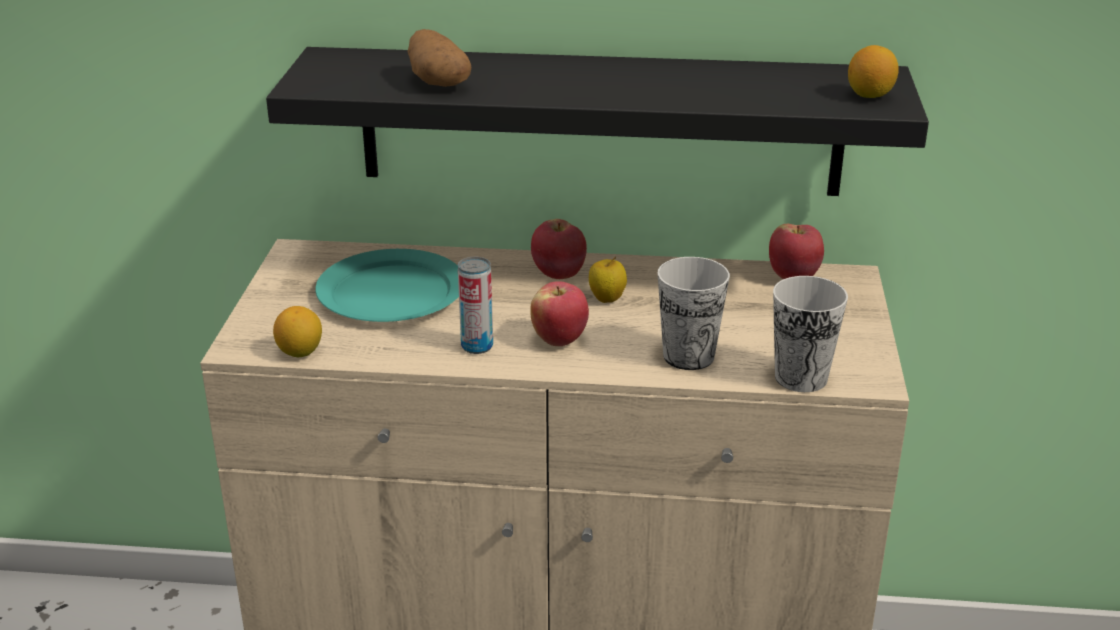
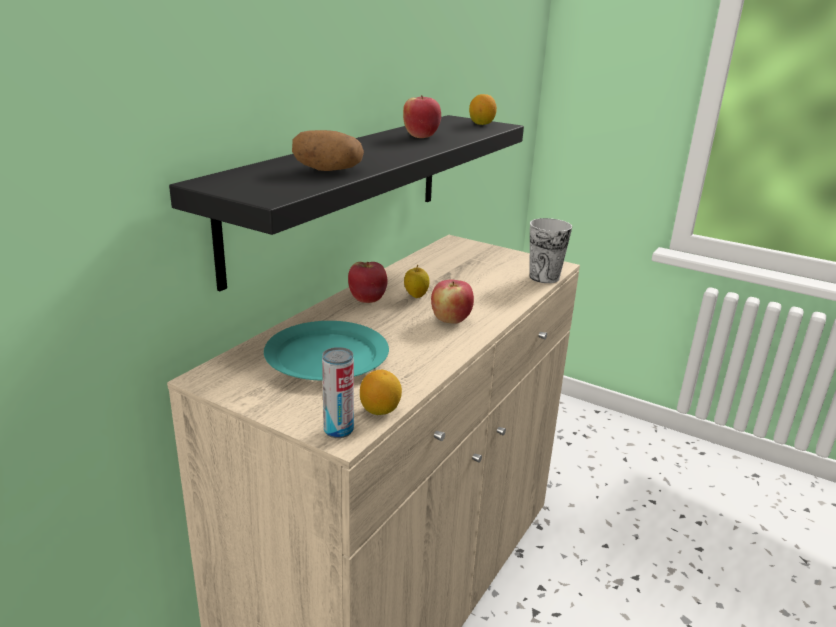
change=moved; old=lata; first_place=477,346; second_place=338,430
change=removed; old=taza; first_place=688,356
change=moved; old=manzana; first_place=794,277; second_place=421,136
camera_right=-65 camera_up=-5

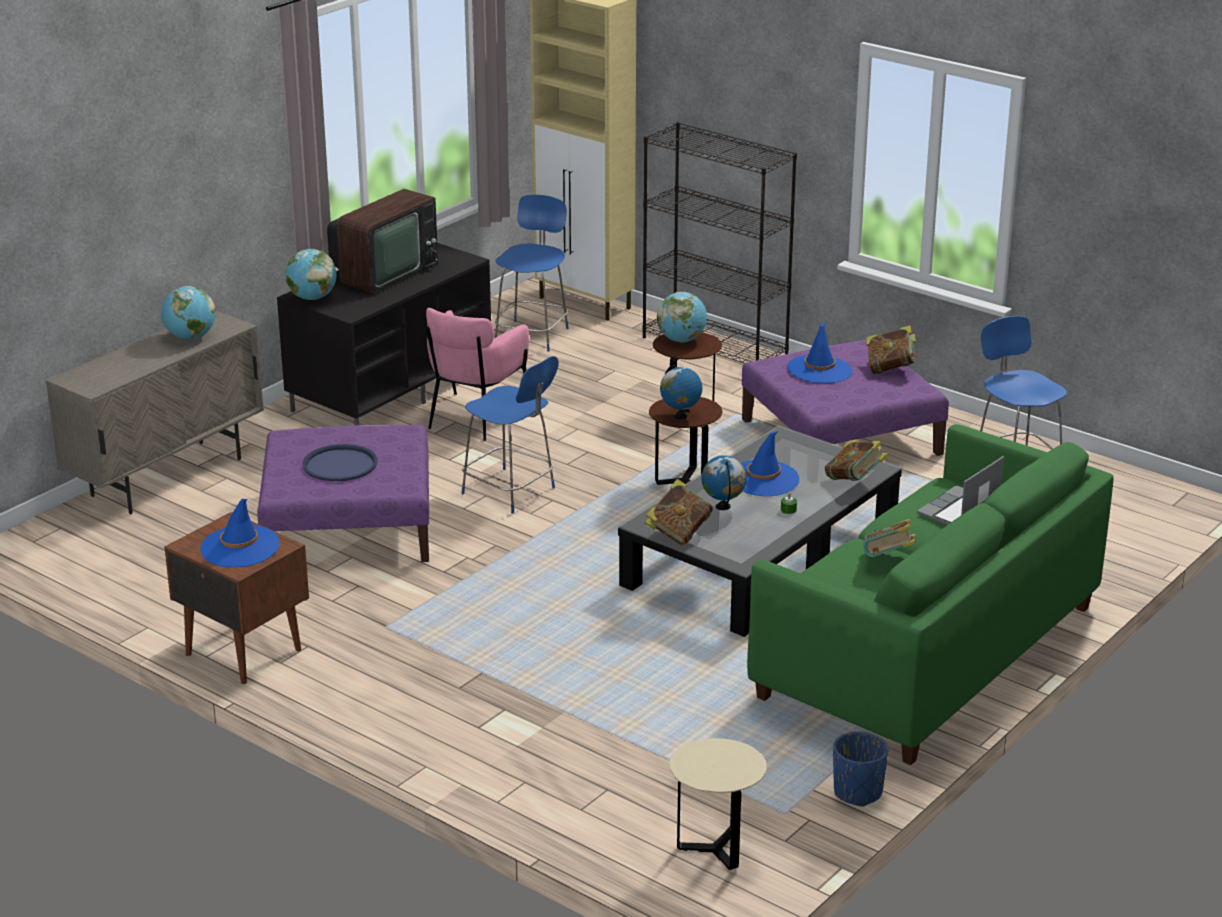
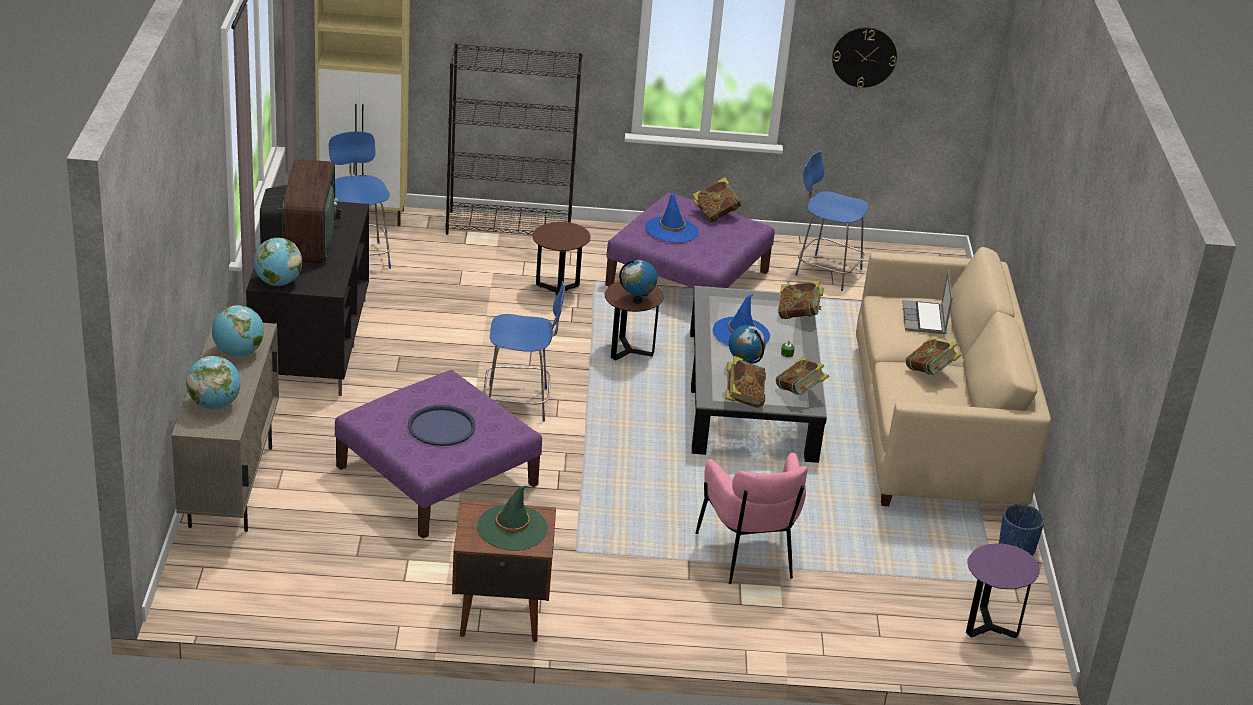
change=recoloured; old=sombrero/azul; new=sombrero/verde; first_place=240,547; second_place=512,528
change=moved; old=sillón/rosa; first_place=475,418; second_place=749,555
change=moved; old=globo terráqueo; first_place=681,340; second_place=214,404
change=recoloured; old=mesa auxiliar/beis; new=mesa auxiliar/morado; first_place=715,849; second_place=989,627
change=recoloured; old=sofá/verde; new=sofá/beis; first_place=928,652; second_place=935,430
change=added; new=libro; second_place=800,393
change=added; new=reloj de pared; second_place=864,57
camera_right=-40 camera_up=5

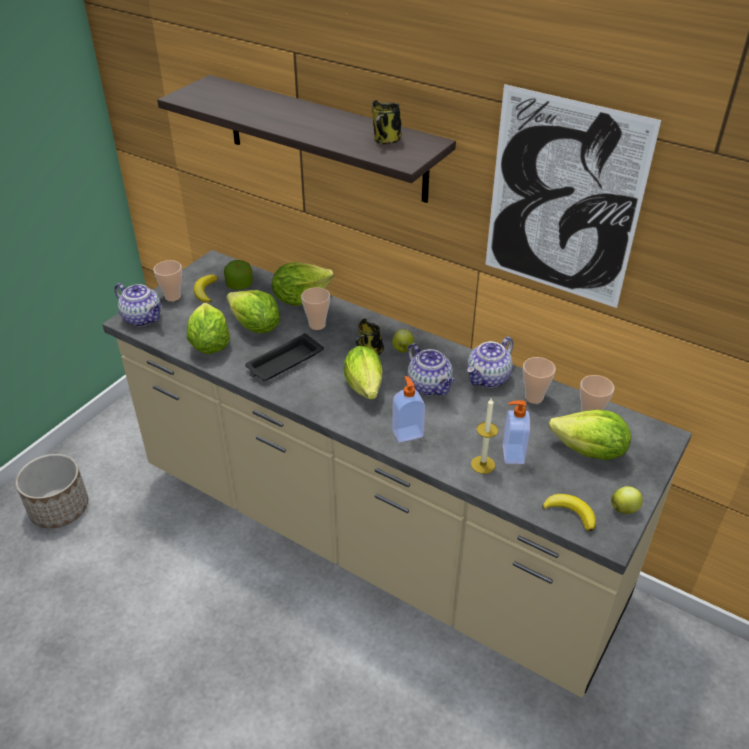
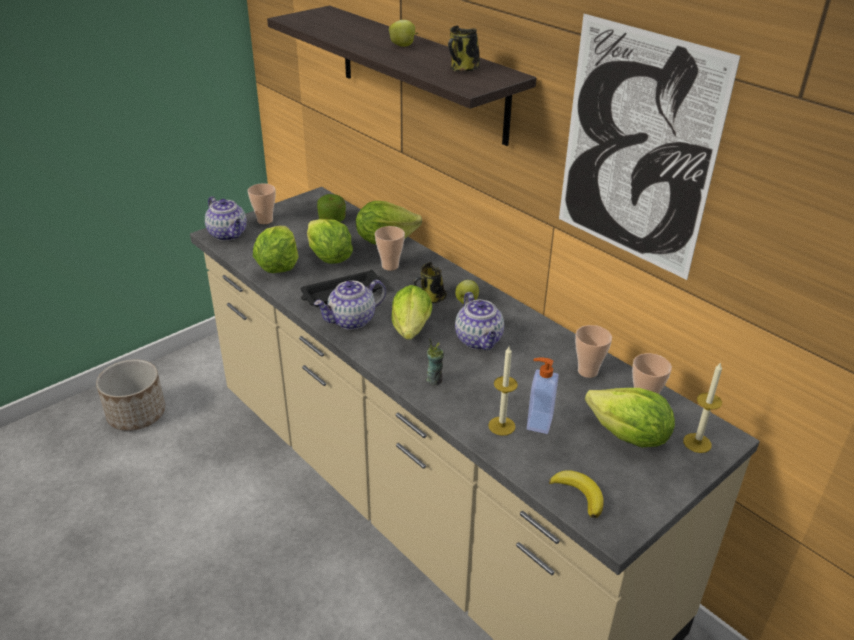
change=removed; old=plátano; first_place=205,291
change=replaced; old=dispensador de jabón; new=taza; first_place=407,433; second_place=434,380
change=moved; old=tetera; first_place=488,378; second_place=351,321
change=moved; old=manzana; first_place=624,509; second_place=403,46
change=added; new=vela; second_place=697,443
camera_right=15 camera_up=-5

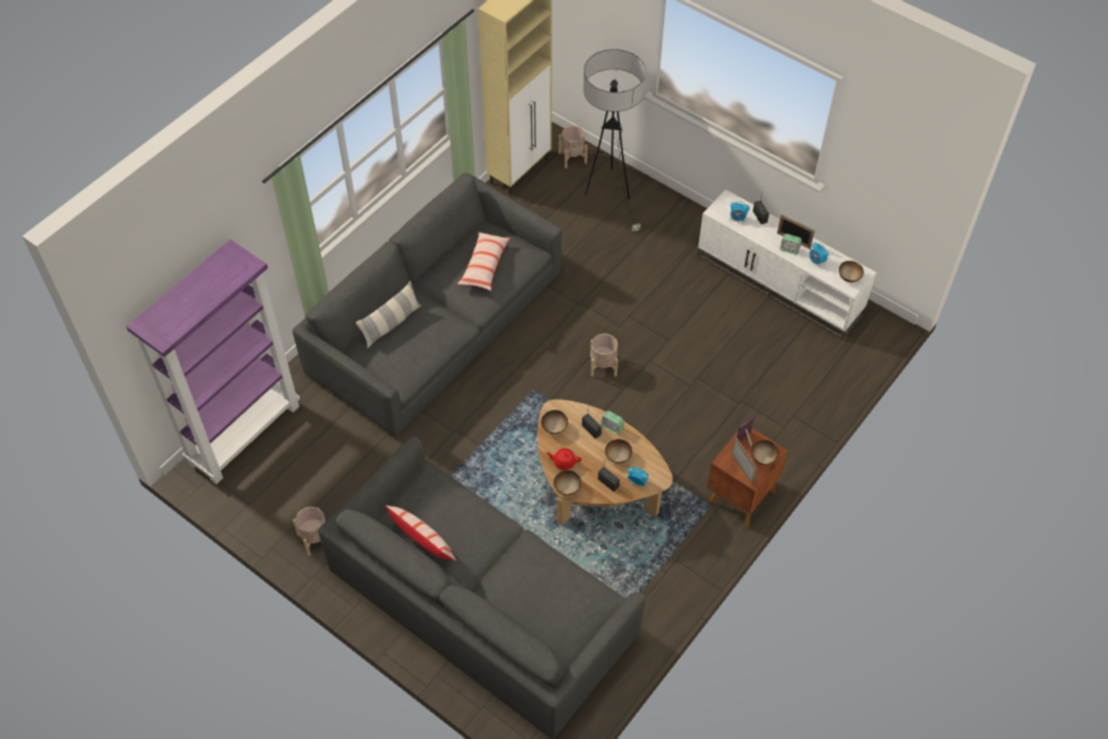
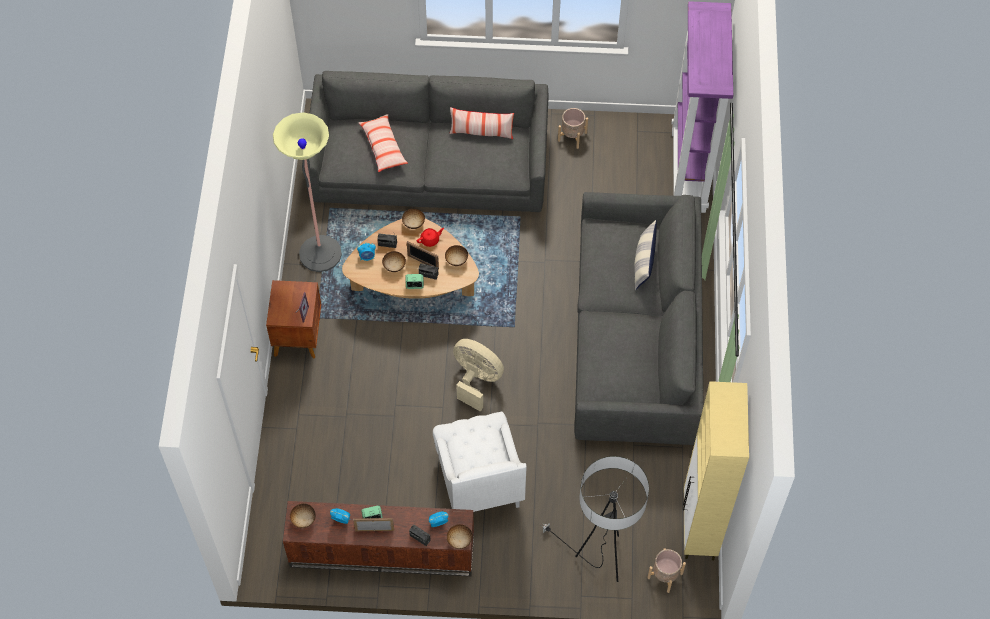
change=moved; old=cojín; first_place=484,266; second_place=383,147
change=replaced; old=maceta/beis; new=ventilador/beis; first_place=603,365; second_place=476,380
change=recoloured; old=mueble de televisión/blanco; new=mueble de televisión/marrón; first_place=780,284; second_place=381,552
change=moved; old=portarretratos; first_place=742,468; second_place=423,262
change=moved; old=cuenco; first_place=763,458; second_place=459,540
change=added; new=lámpara de pie; second_place=320,254
change=added; new=sillón/blanco; second_place=478,478
camera_right=145 camera_up=5

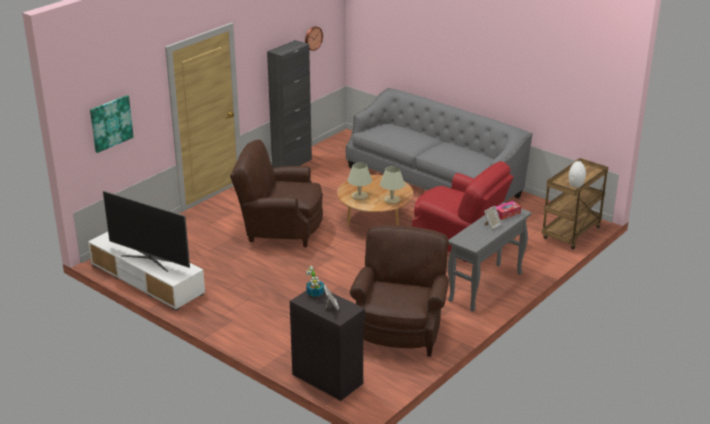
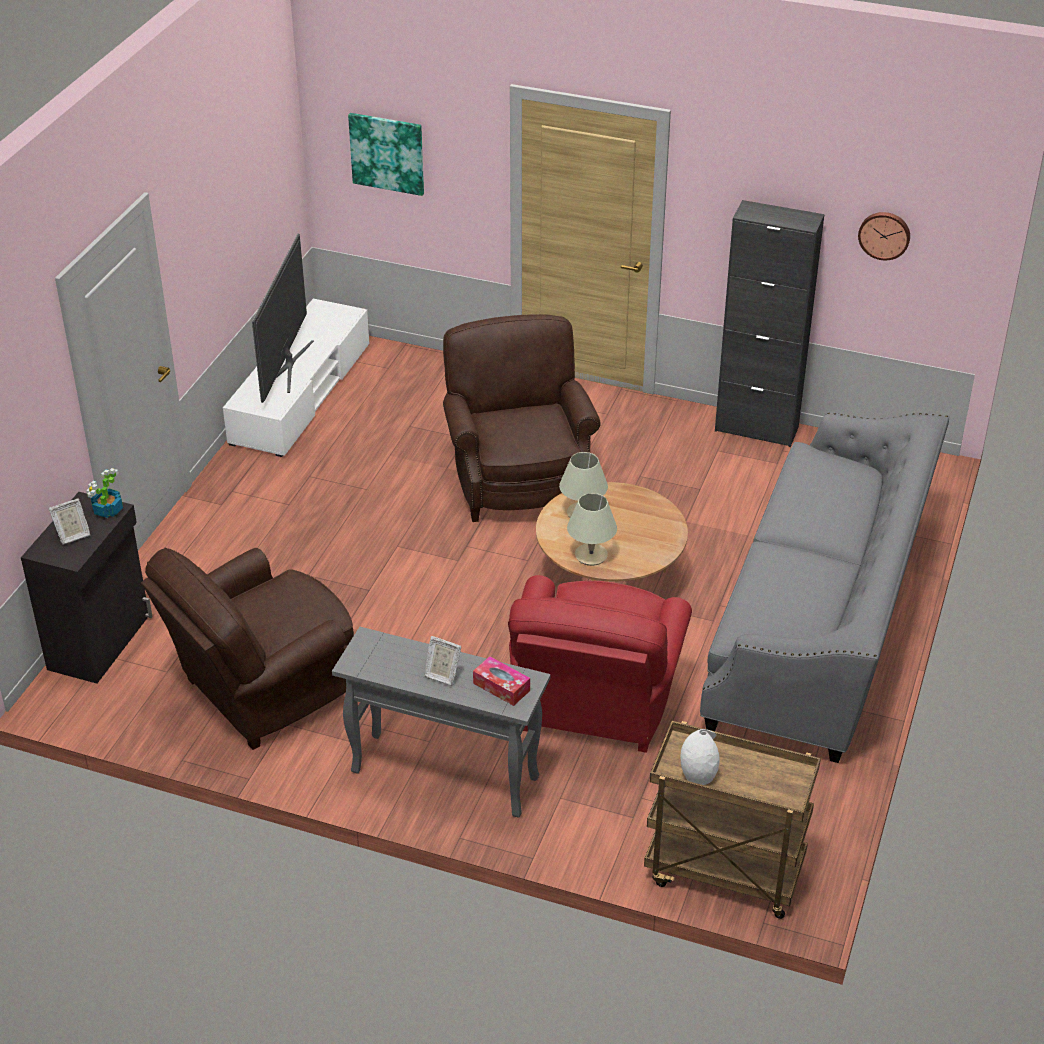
change=turned; old=sillón/marrón; first_place=400,329; second_place=264,691; degrees=150
camera_right=70 camera_up=10

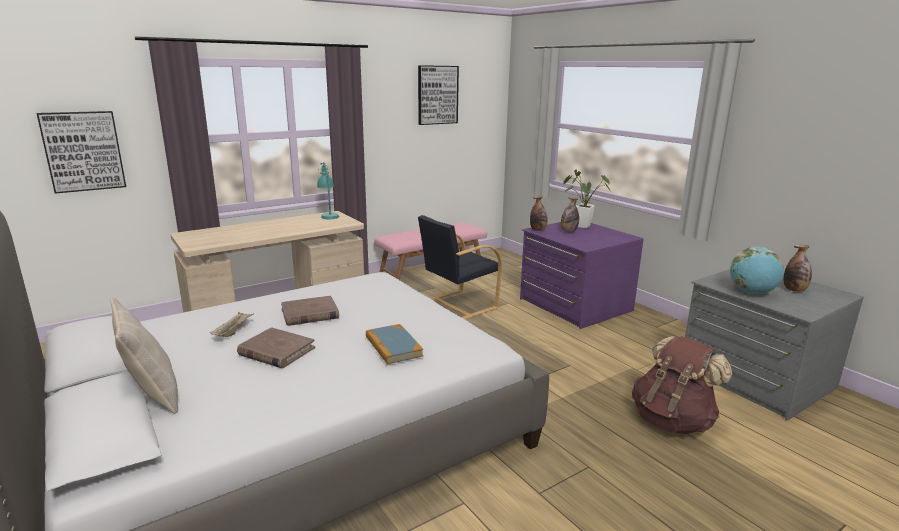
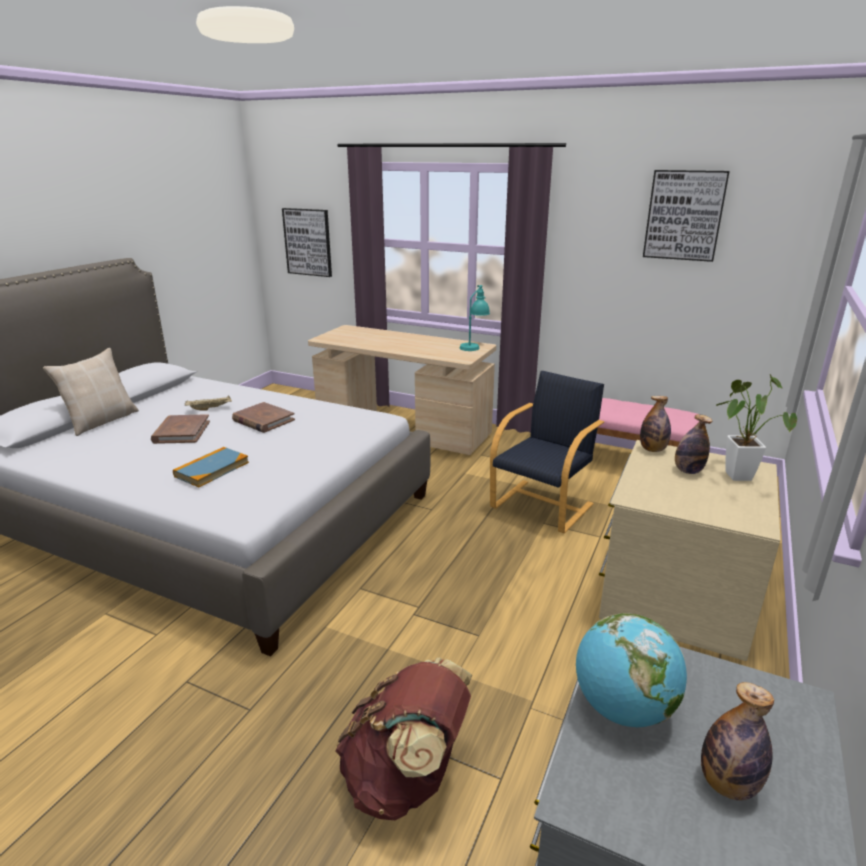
change=turned; old=sillón/negro; first_place=458,305; second_place=543,505; degrees=105
change=recoloured; old=cómoda/morado; new=cómoda/beis; first_place=574,305; second_place=674,592
camera_right=60 camera_up=5

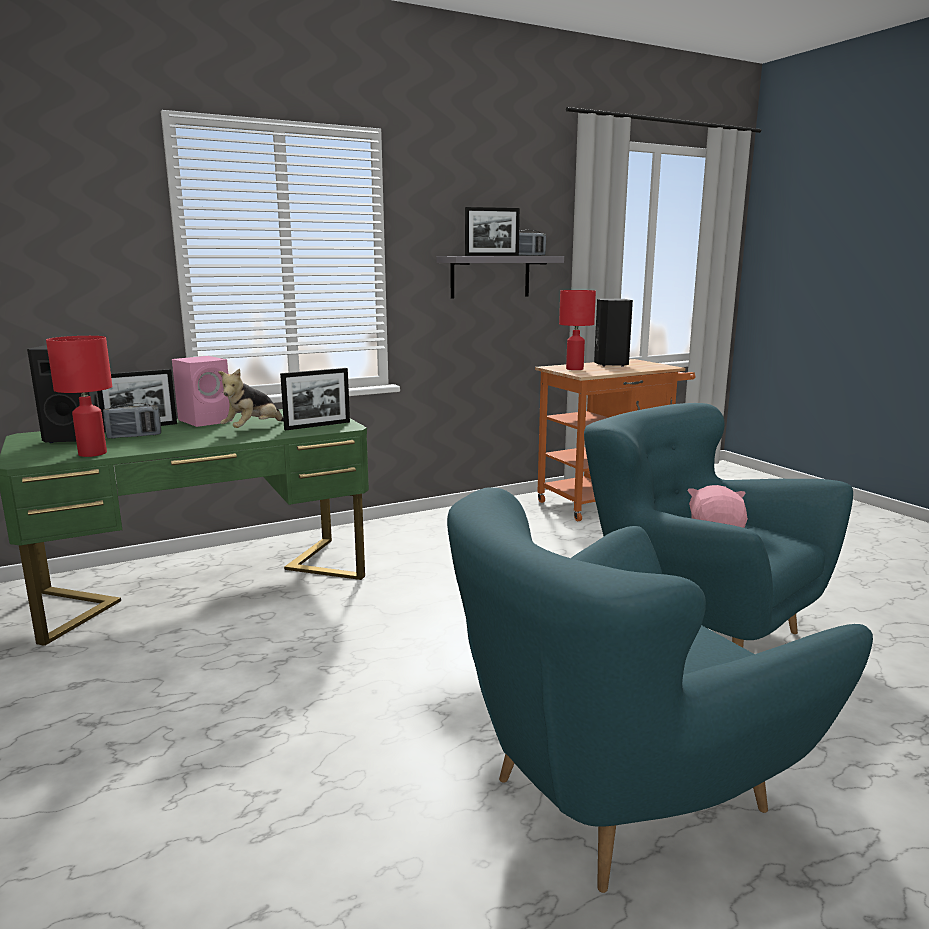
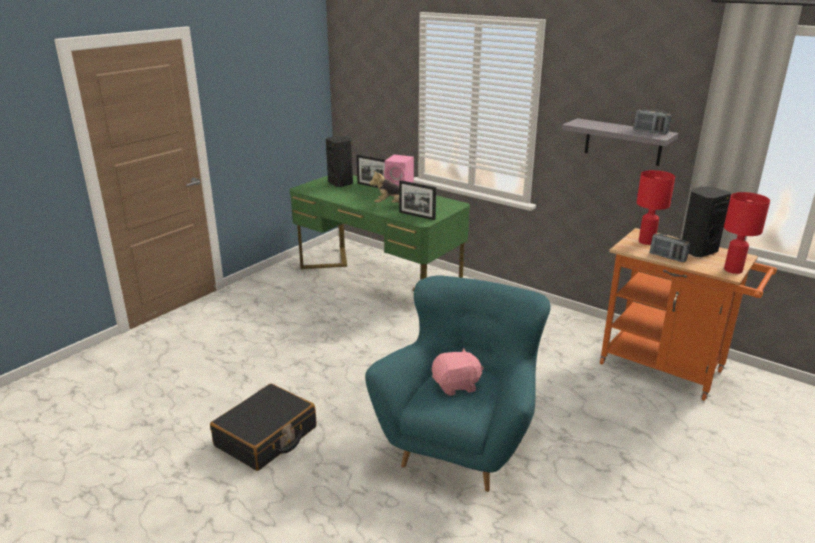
change=moved; old=lámpara de mesa/rojo; first_place=92,453; second_place=732,270
change=moved; old=radio; first_place=134,436; second_place=667,257
change=replaced; old=sillón/turquesa; new=maleta/negro; first_place=621,795; second_place=266,437
change=removed; old=portarretratos; first_place=492,255
camera_right=65 camera_up=10

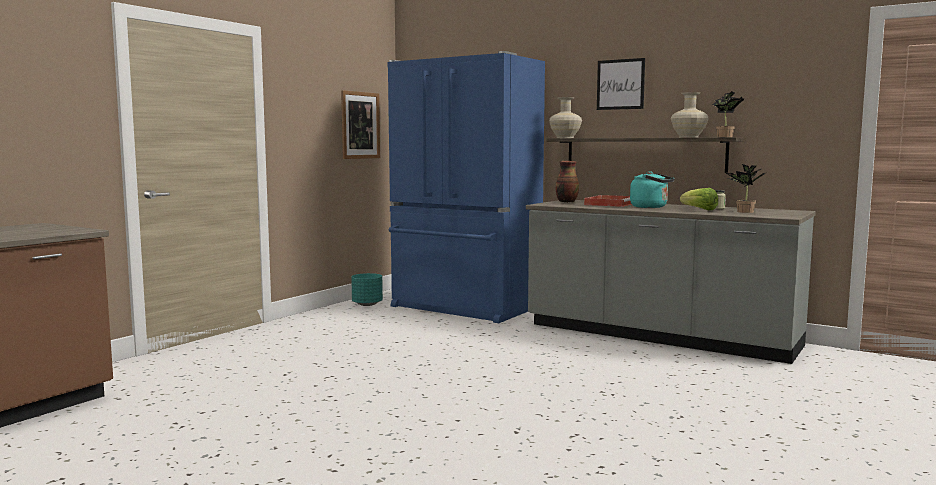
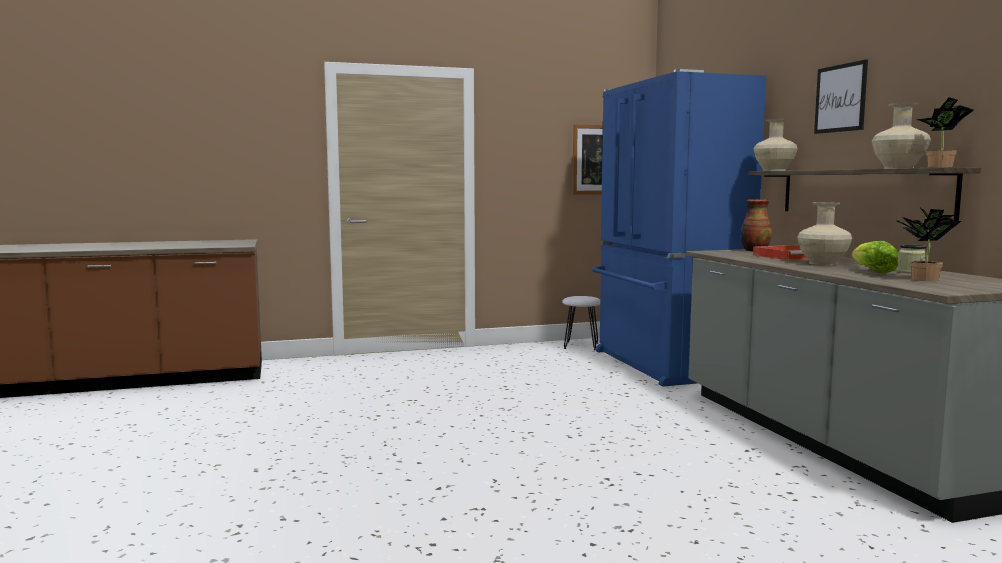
change=replaced; old=maceta/turquesa; new=taburete/blanco; first_place=367,304; second_place=580,346
change=replaced; old=hervidor/turquesa; new=florero/beis; first_place=651,207; second_place=822,263
camera_right=40 camera_up=0

